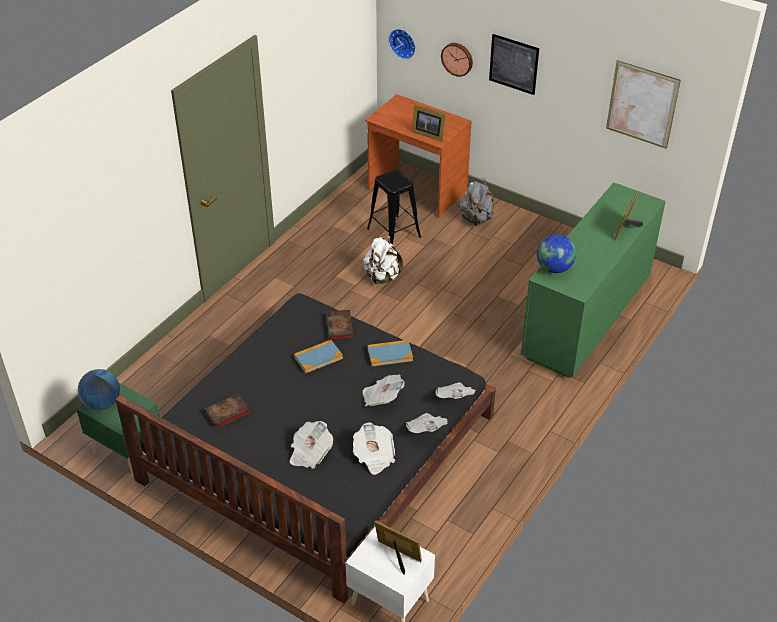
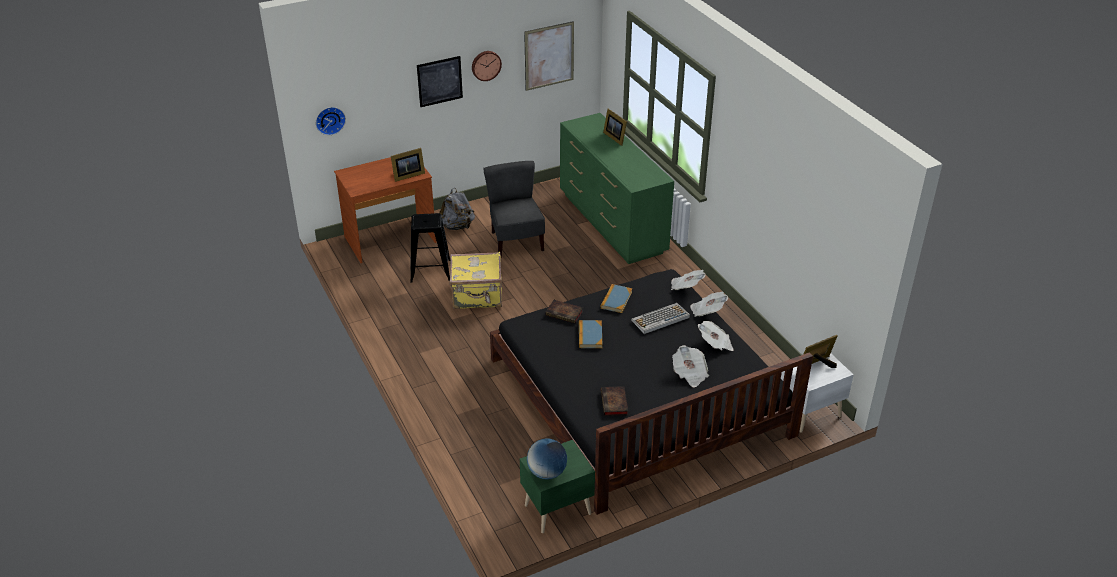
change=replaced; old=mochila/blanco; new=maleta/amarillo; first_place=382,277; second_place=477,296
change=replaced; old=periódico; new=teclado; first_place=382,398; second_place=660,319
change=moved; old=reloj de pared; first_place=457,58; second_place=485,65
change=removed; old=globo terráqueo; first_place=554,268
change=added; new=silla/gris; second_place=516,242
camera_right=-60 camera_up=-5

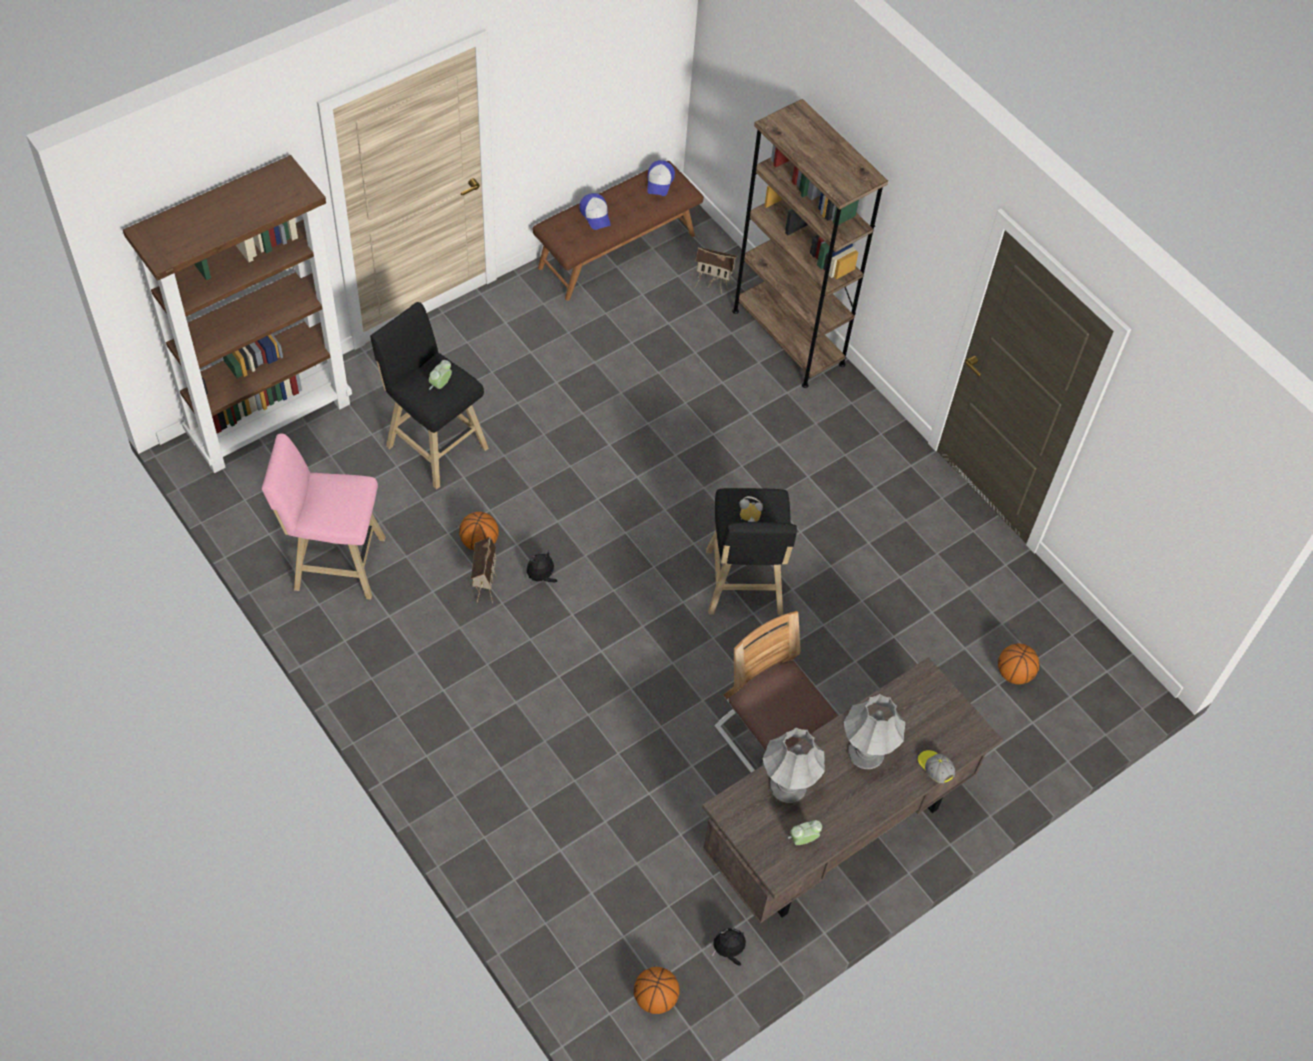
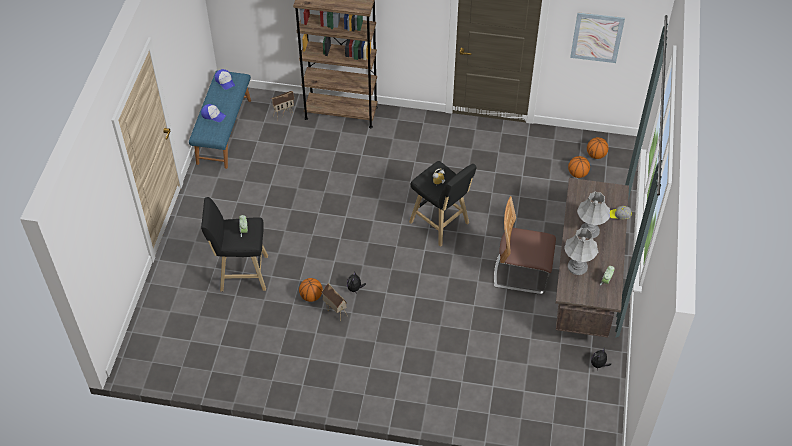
change=removed; old=estantería/marrón; first_place=271,419
change=removed; old=taburete/rosa; first_place=335,563
change=recoloured; old=banco/marrón; new=banco/azul; first_place=616,250; second_place=223,131
change=moved; old=balón de baloncesto; first_place=655,997; second_place=596,155
change=added; new=cuadro; second_place=597,37
camera_right=-40 camera_up=-5

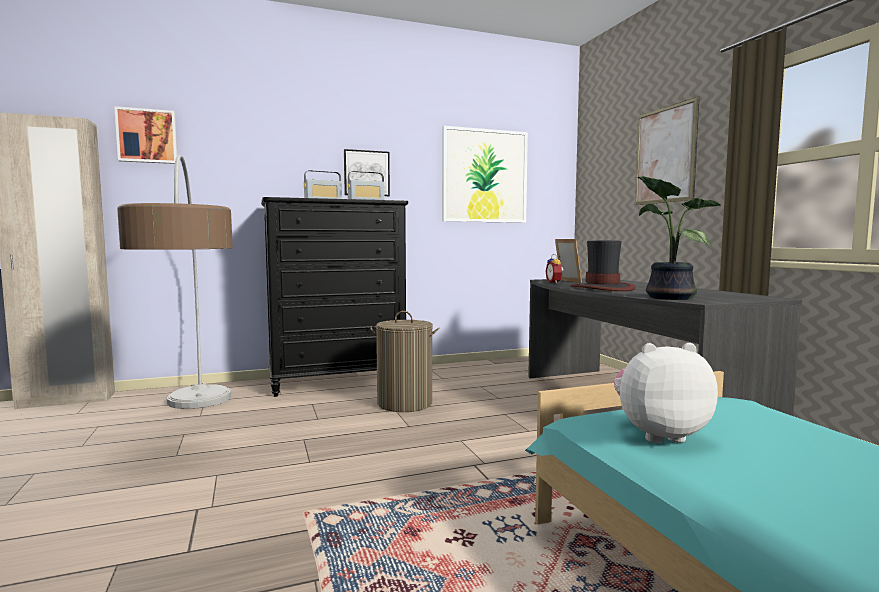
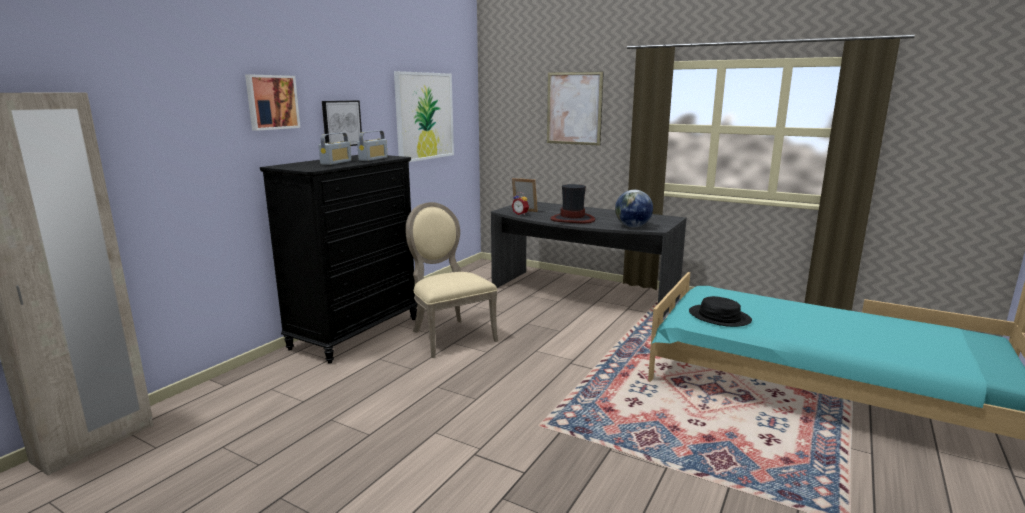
change=moved; old=cuadro; first_place=147,136; second_place=271,102
change=removed; old=lámpara de pie; first_place=194,426
change=replaced; old=cesto de la ropa; new=silla/beis; first_place=405,403; second_place=449,335
change=replaced; old=peluche; new=sombrero/negro; first_place=658,434; second_place=719,317
change=replaced; old=planta en maceta; new=globo terráqueo; first_place=666,297; second_place=632,227
camera_right=-40 camera_up=10

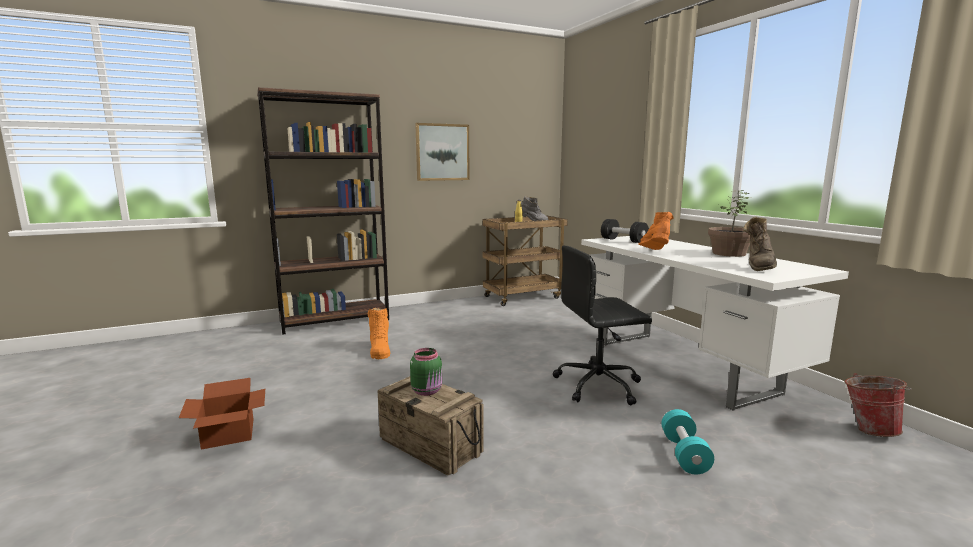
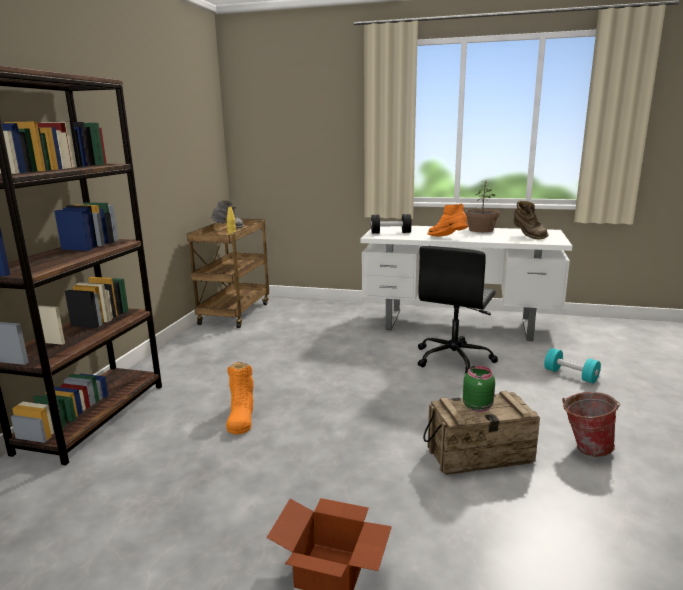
change=turned; old=bota/naranja; first_place=379,350; second_place=241,417; degrees=60
change=removed; old=cuadro; first_place=442,152
change=moved; old=cubo; first_place=868,429; second_place=584,448
camera_right=-50 camera_up=5

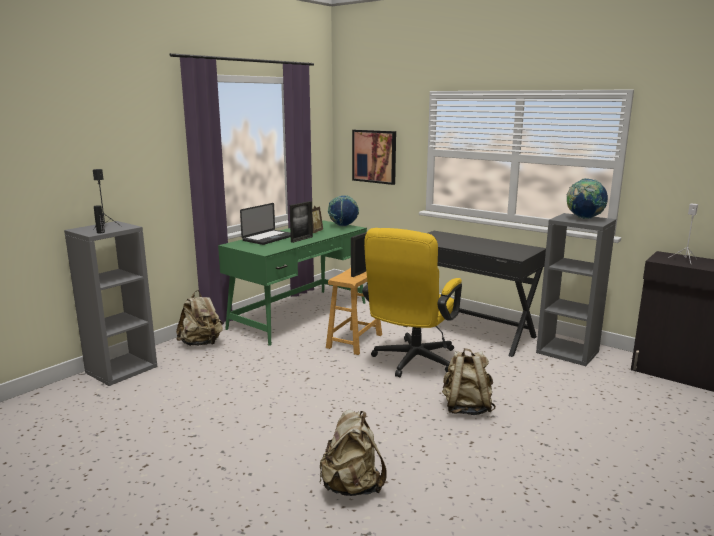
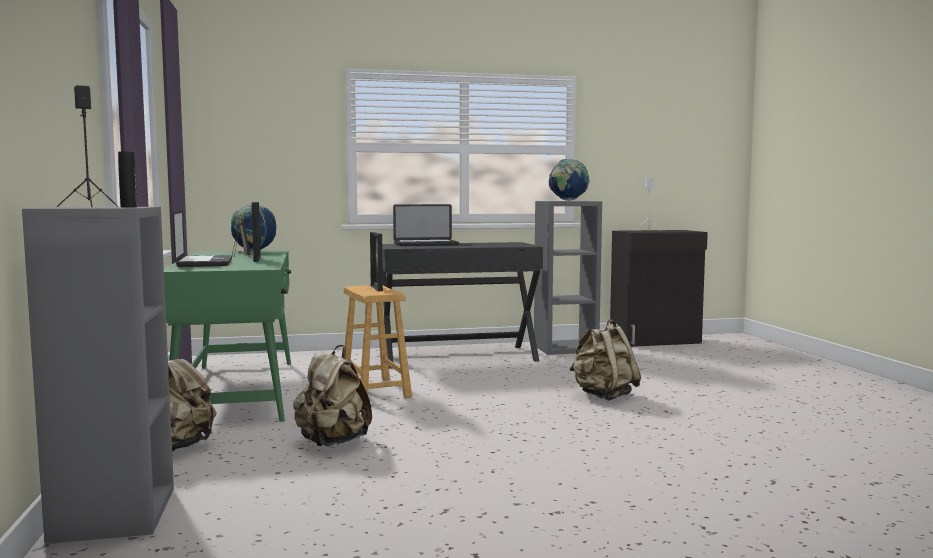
change=moved; old=mochila/beis; first_place=352,487; second_place=332,443
change=removed; old=cuadro; first_place=374,156
change=removed; old=silla de oficina/amarillo; first_place=411,362
change=added; new=portátil; second_place=426,244
camera_right=-50 camera_up=-10

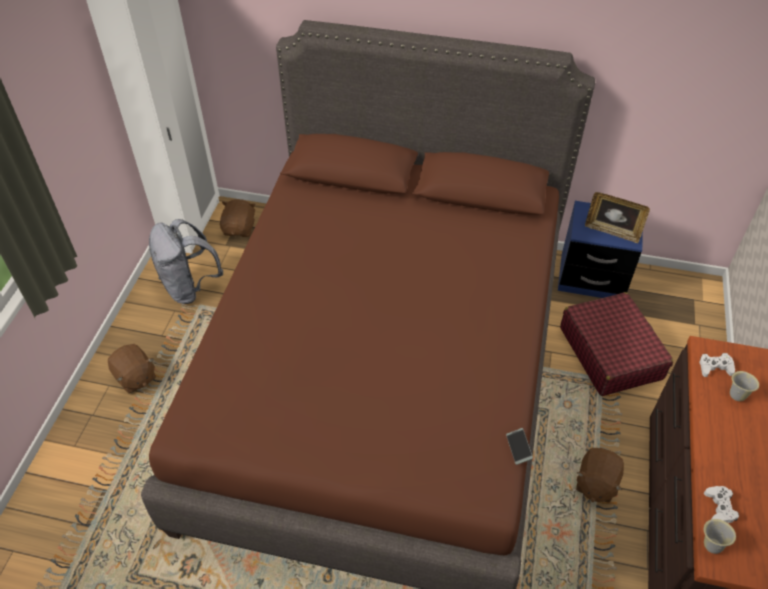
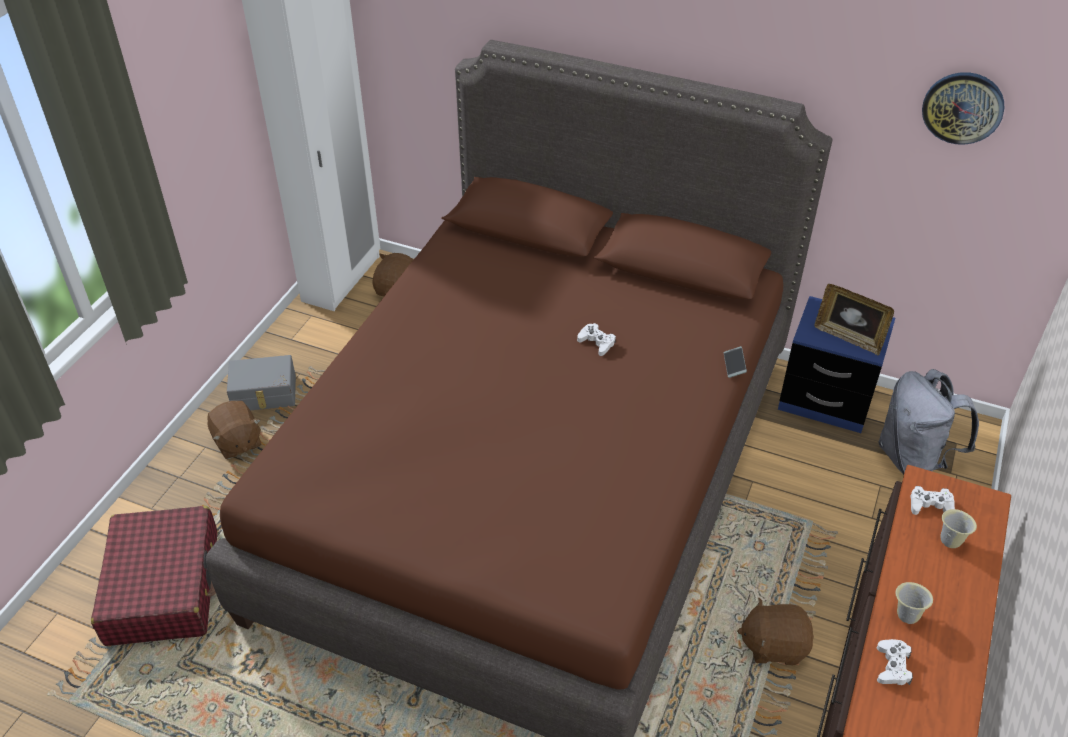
change=moved; old=mochila/gris; first_place=190,287; second_place=913,460
change=moved; old=móvil; first_place=518,448; second_place=734,365
change=moved; old=maleta/rojo; first_place=610,352; second_place=164,587
change=turned; old=peluche/marrón; first_place=595,483; second_place=774,645; degrees=60
change=moved; old=taza grande/beis; first_place=710,544; second_place=906,614
change=added; new=caja de almacenaje/gris; second_place=264,394
change=added; new=mando de consola/blanco; second_place=596,342
change=added; new=reloj de pared; second_place=963,107
camera_right=10 camera_up=-5

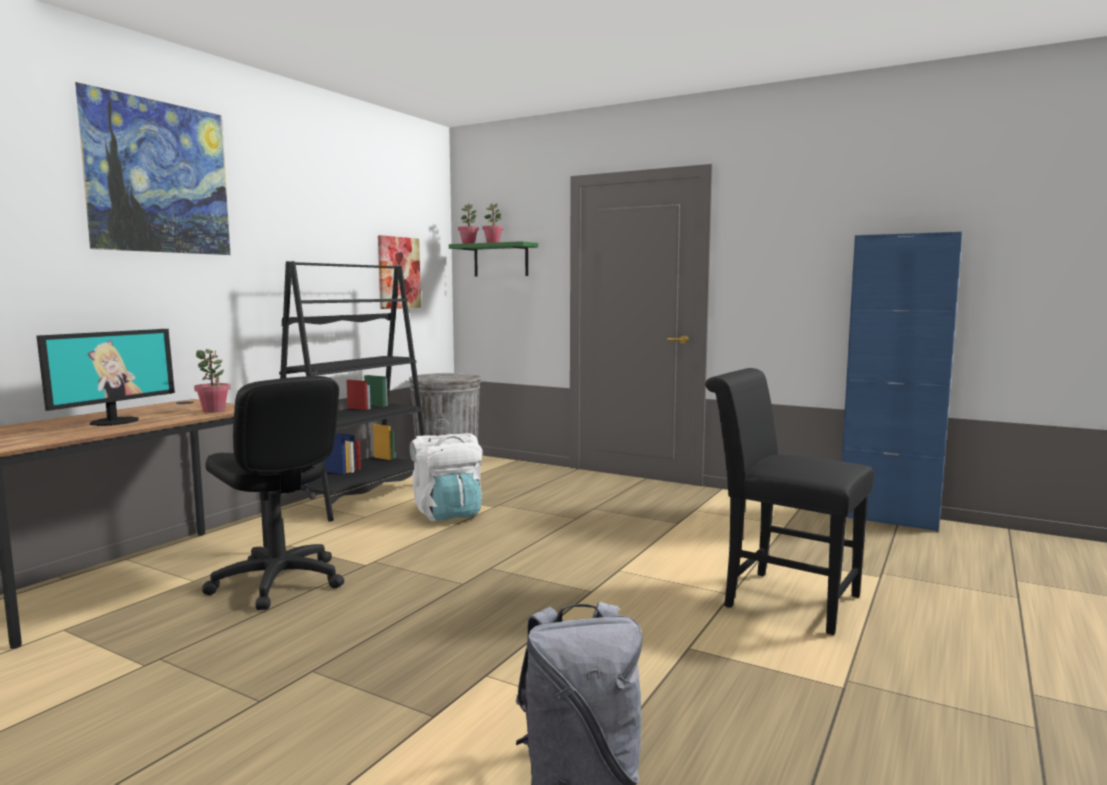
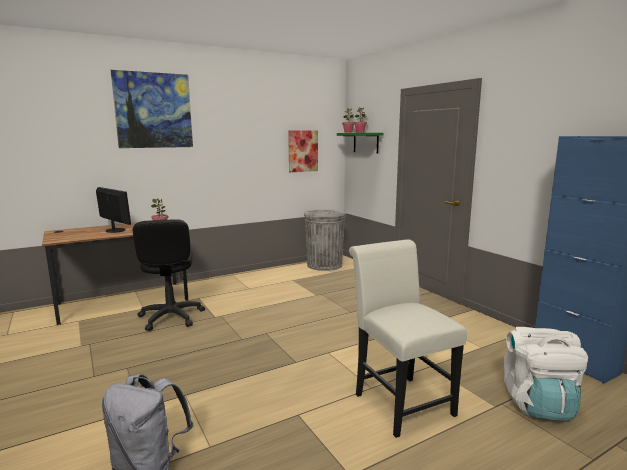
change=turned; old=monitor; first_place=114,421; second_place=115,230; degrees=-105
change=removed; old=estantería/negro; first_place=358,497
change=moved; old=mochila/blanco; first_place=448,513; second_place=538,404
change=recoloured; old=silla/negro; new=silla/blanco; first_place=781,598; second_place=399,400
camera_right=30 camera_up=5

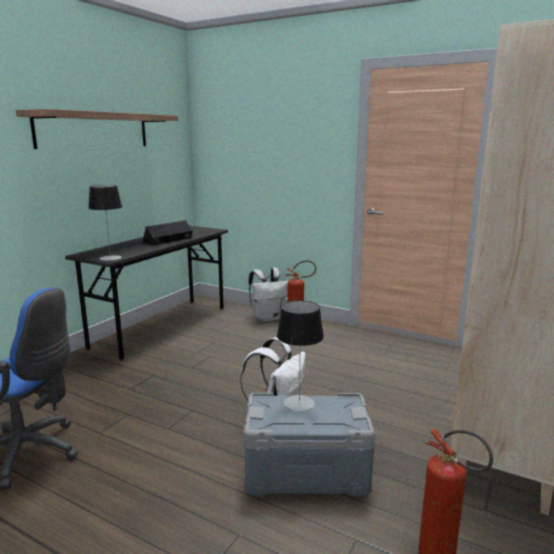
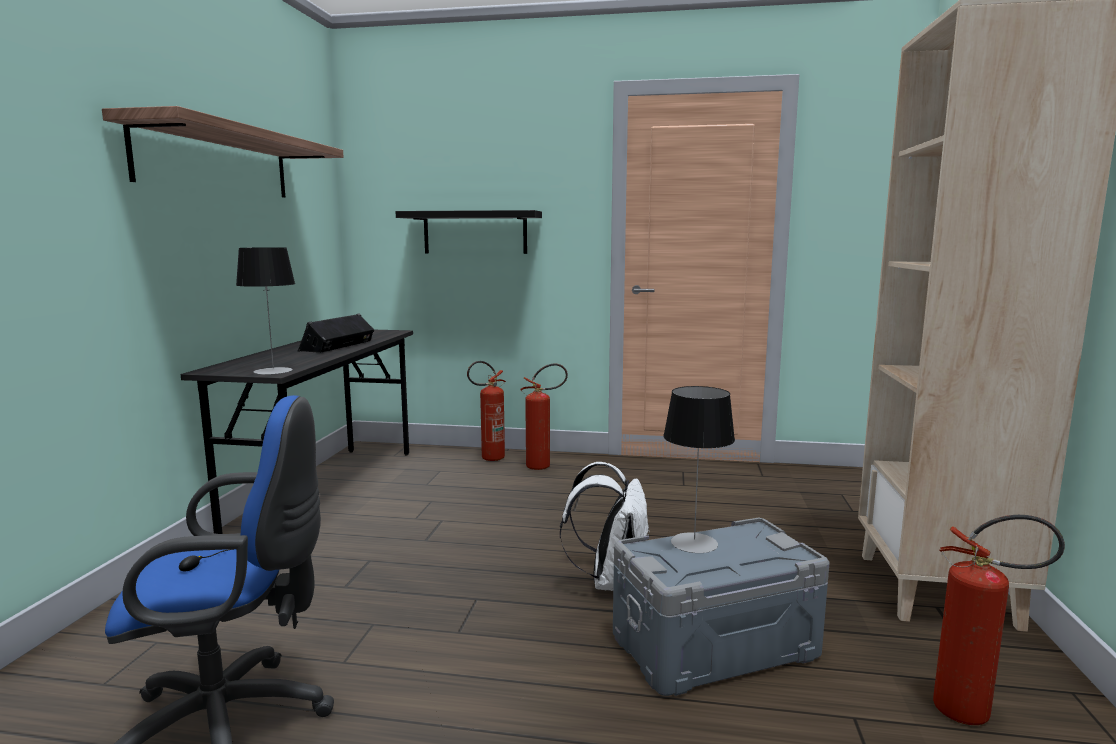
change=replaced; old=mochila/blanco; new=extintor; first_place=268,318; second_place=488,459
change=added; new=estante/negro; second_place=475,232
camera_right=-20 camera_up=-5

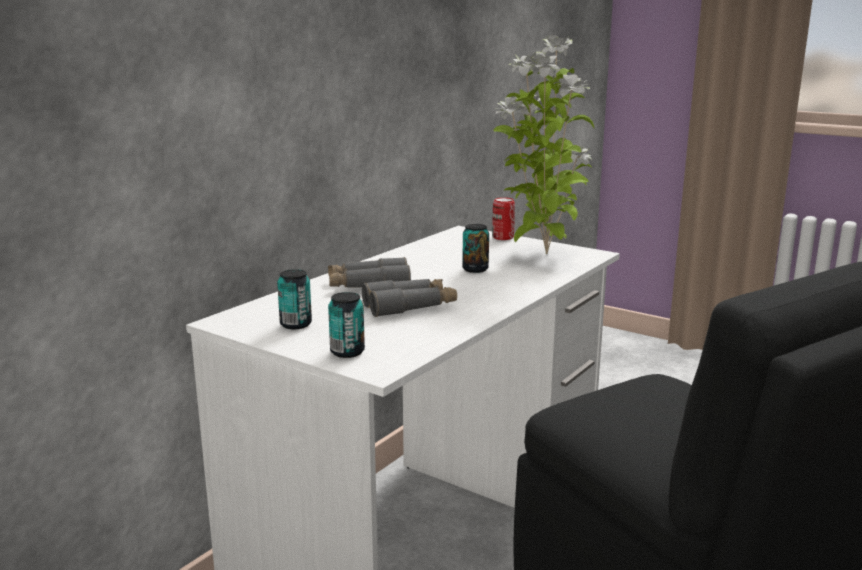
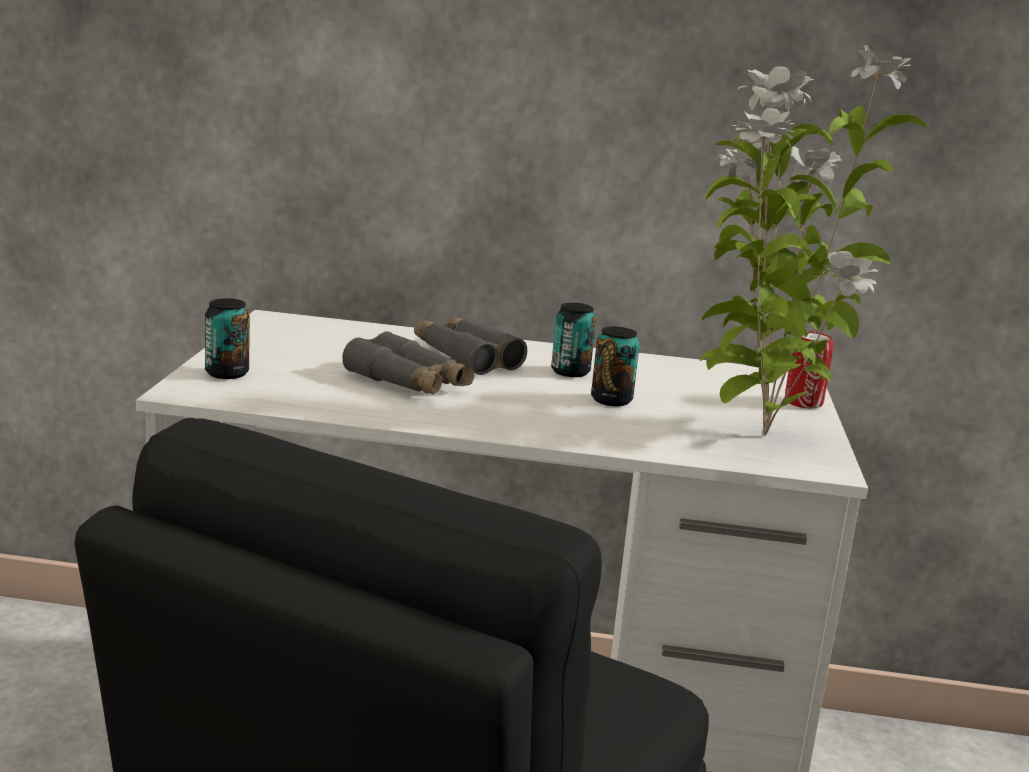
change=moved; old=lata; first_place=296,324; second_place=570,372
camera_right=60 camera_up=0

